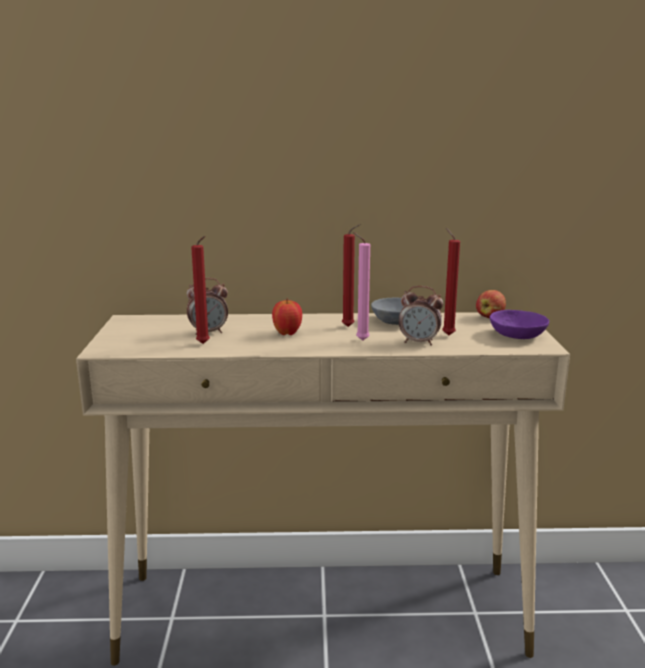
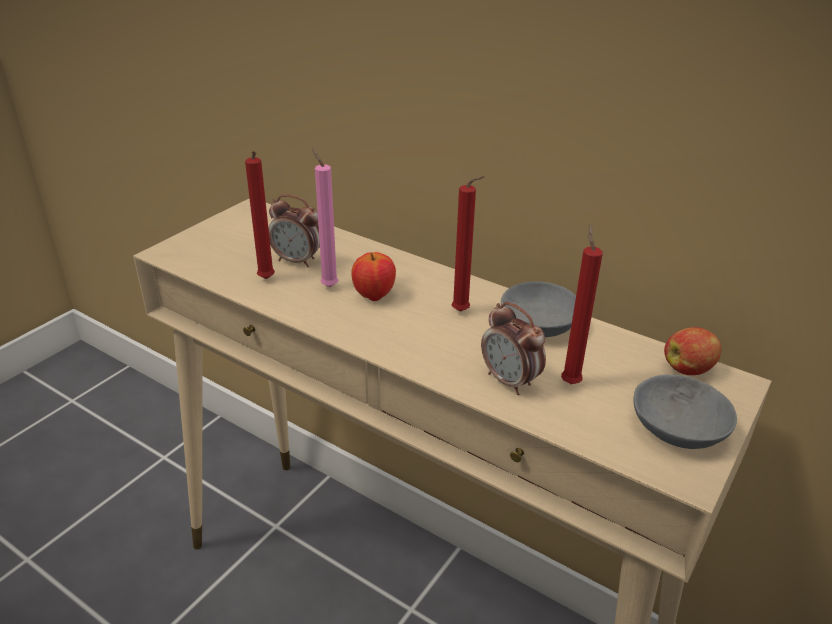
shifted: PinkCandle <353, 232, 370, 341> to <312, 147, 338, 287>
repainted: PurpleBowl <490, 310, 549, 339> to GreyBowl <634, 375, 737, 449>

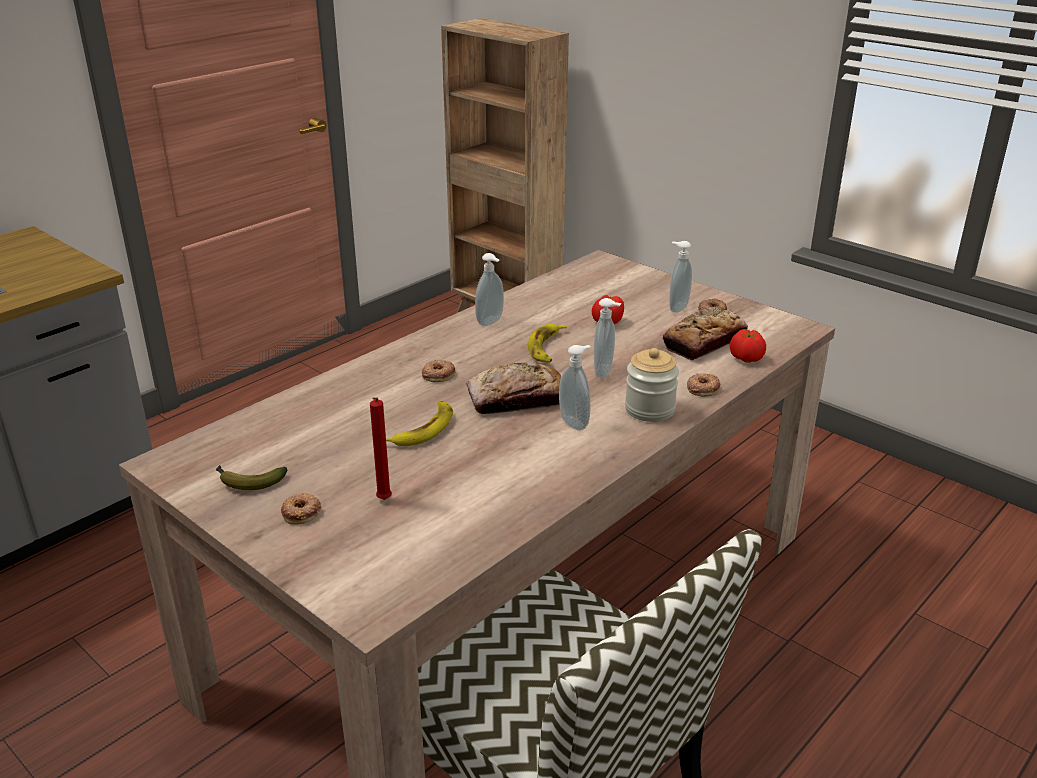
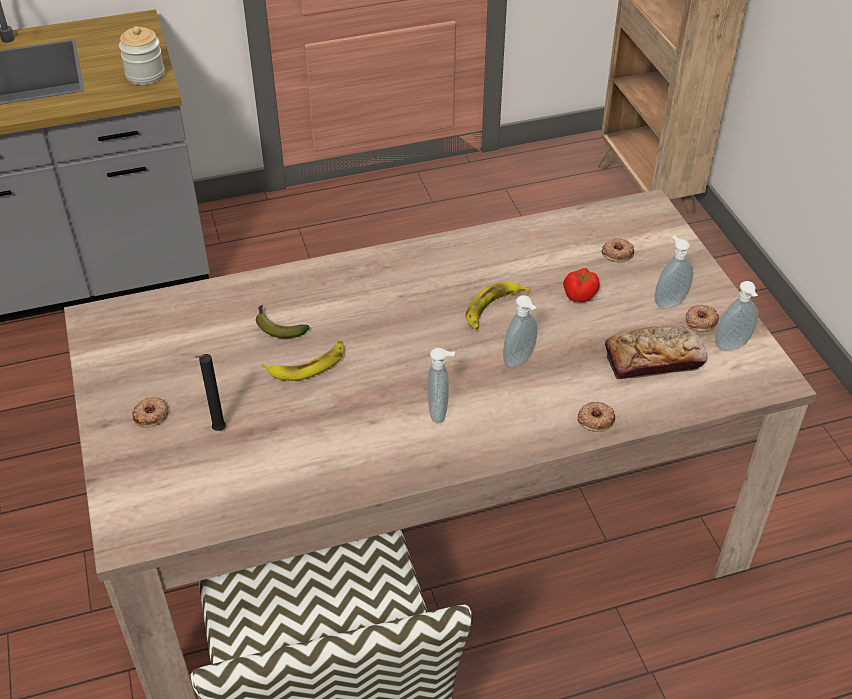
gone: Bread <466, 362, 561, 414>; Tomato <730, 329, 766, 363>
shifted: Banana <216, 465, 288, 490> to <256, 305, 309, 339>; Donut <422, 360, 455, 382> to <602, 238, 634, 262>; SoapDispenser <475, 253, 504, 326> to <715, 281, 758, 351>; Jar <625, 348, 679, 422> to <119, 26, 165, 85>
repainted: RedCandle <370, 397, 392, 500> to BlackCandle <195, 354, 226, 431>

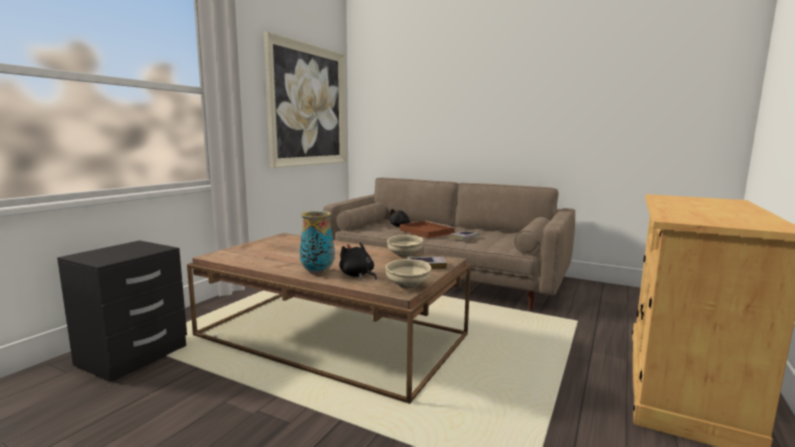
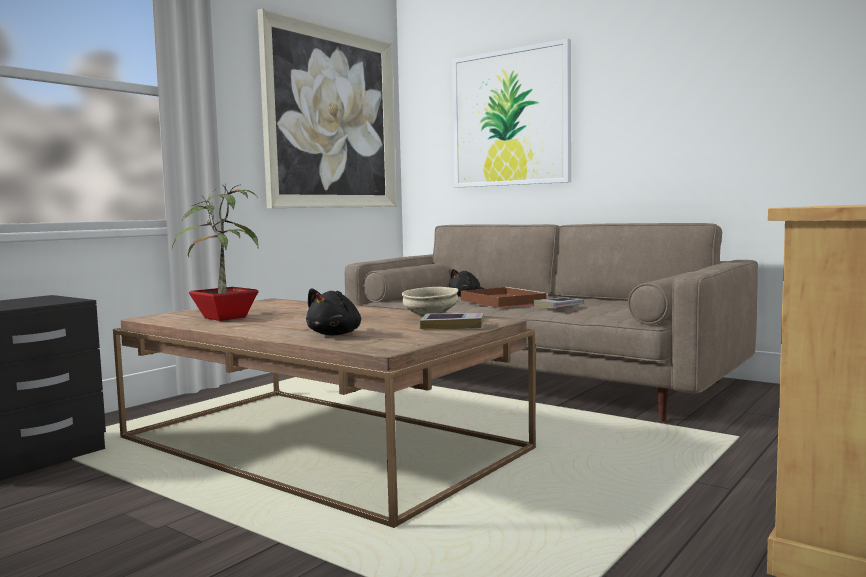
gone: Vase <299, 211, 335, 275>; BeigeBowl <385, 259, 431, 289>
new: PottedPlant <172, 184, 259, 321>; Picture <452, 38, 571, 187>
rotated: BlackPlushToy <339, 242, 377, 280> = <306, 289, 361, 335> 120 degrees counterclockwise

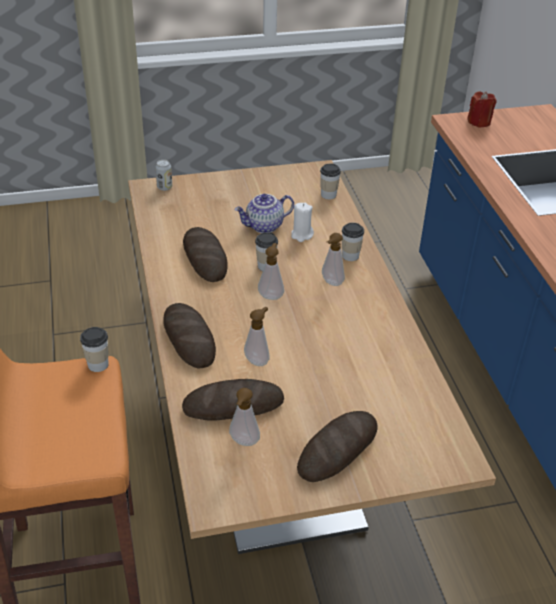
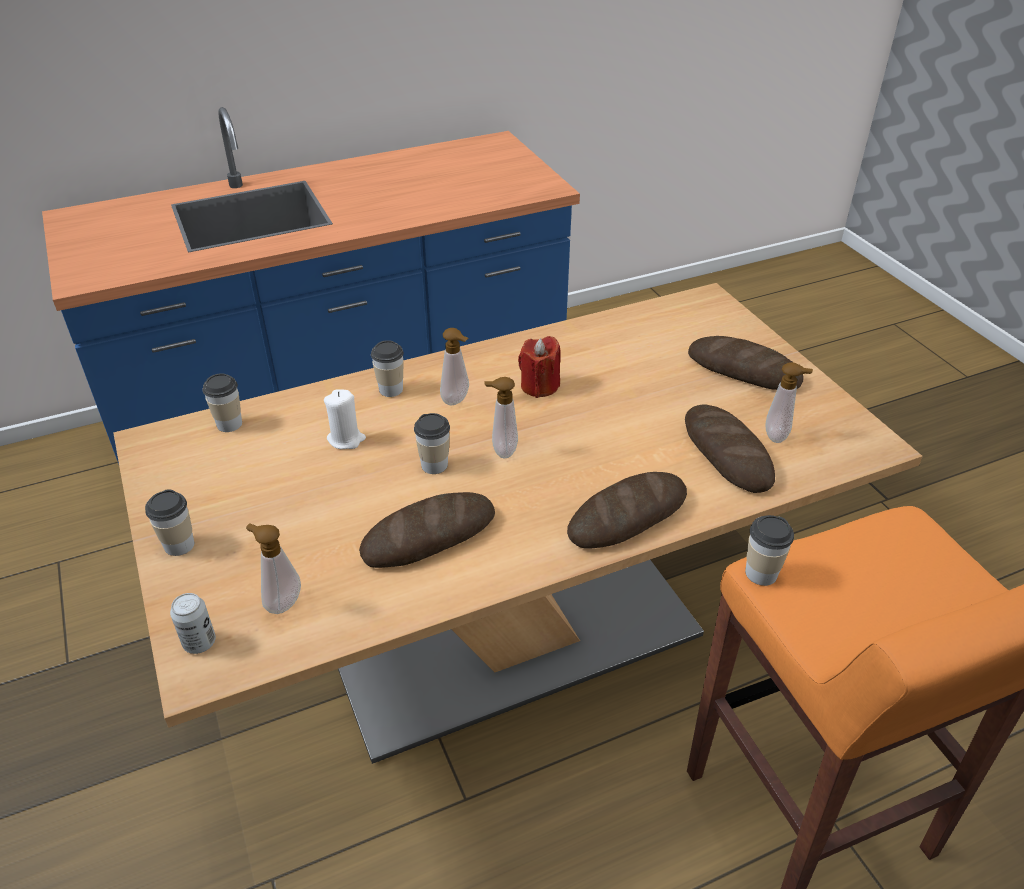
gone: Teapot <234, 194, 294, 233>
new: Cup <145, 489, 194, 556>
shifted: SoapDispenser <244, 307, 270, 366> to <246, 523, 301, 614>; RedCandle <467, 92, 497, 127> to <518, 336, 561, 398>

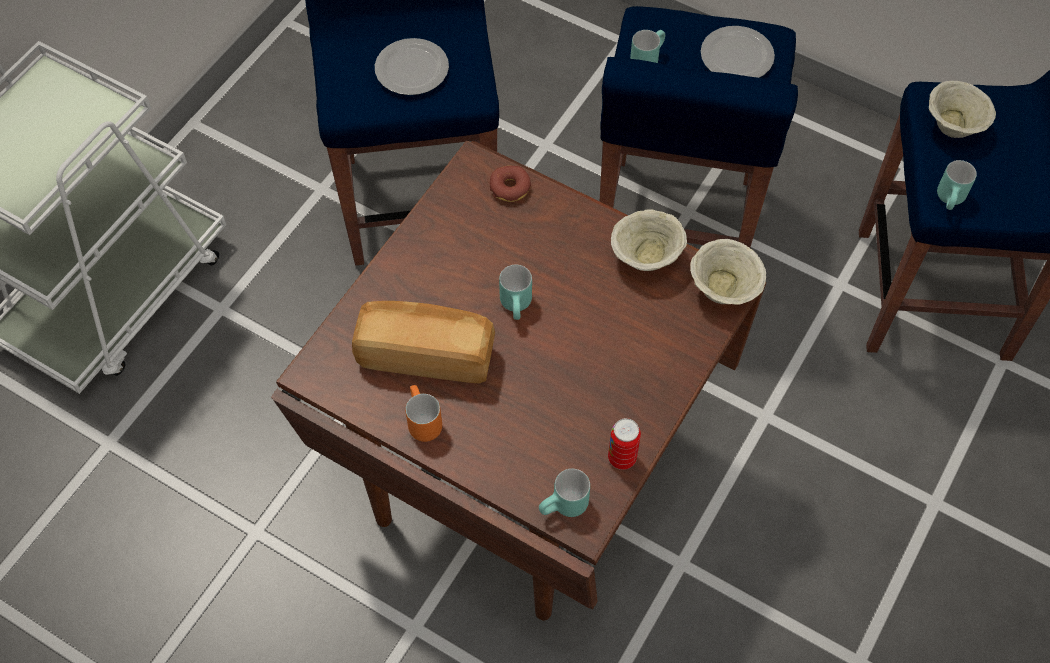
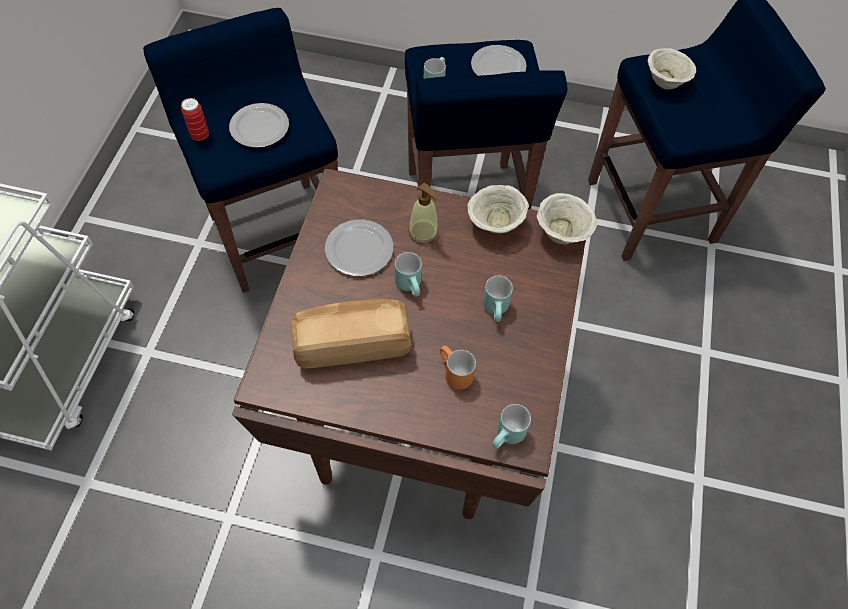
gone: Donut <490, 166, 532, 202>
new: Plate <325, 220, 393, 276>; SoapDispenser <408, 183, 439, 244>
shifted: OrangeMug <406, 385, 442, 442> to <440, 346, 476, 390>; Can <608, 418, 641, 470> to <181, 98, 209, 141>; TurquoiseMug <937, 160, 977, 210> to <483, 275, 513, 322>

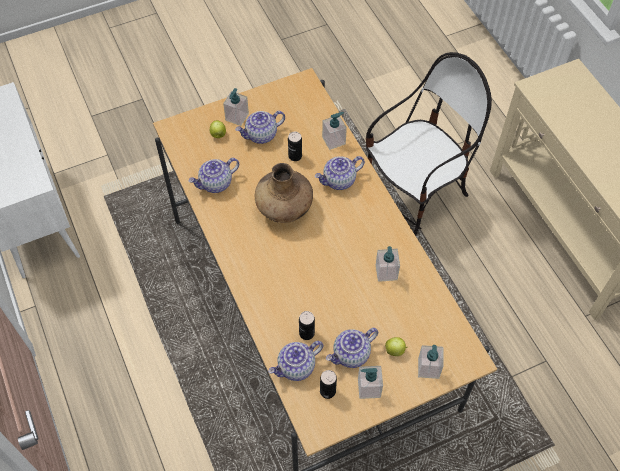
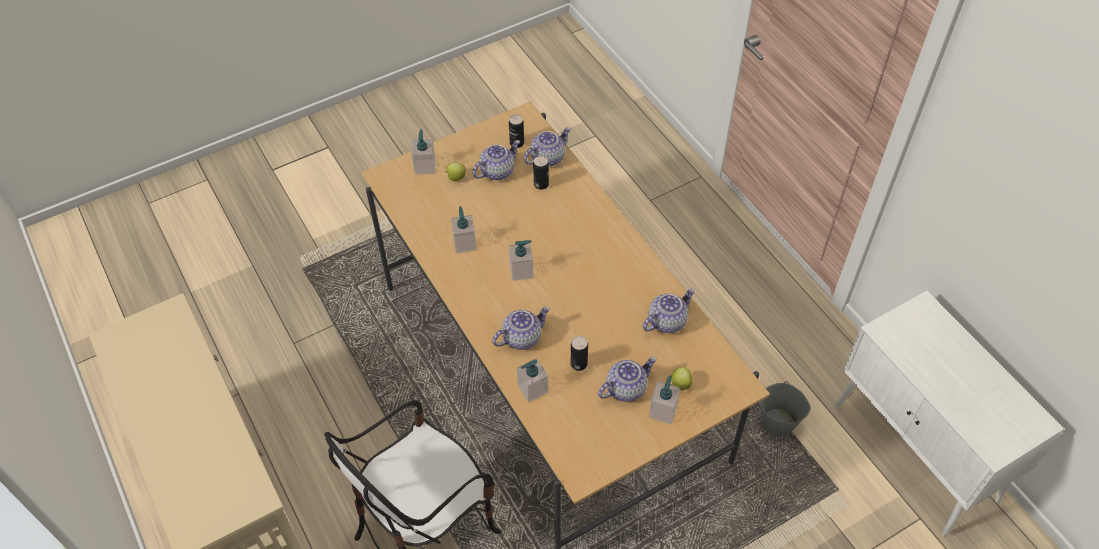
gone: BrownVase <255, 163, 313, 223>
new: GreyBucket <759, 381, 811, 436>
shifted: SoapDispenser <358, 366, 383, 399> to <509, 240, 534, 281>

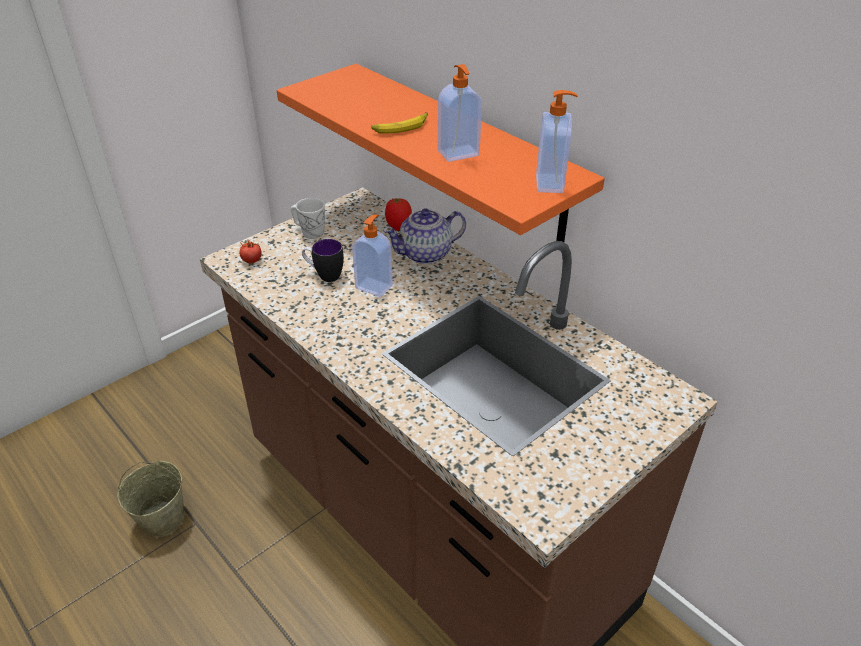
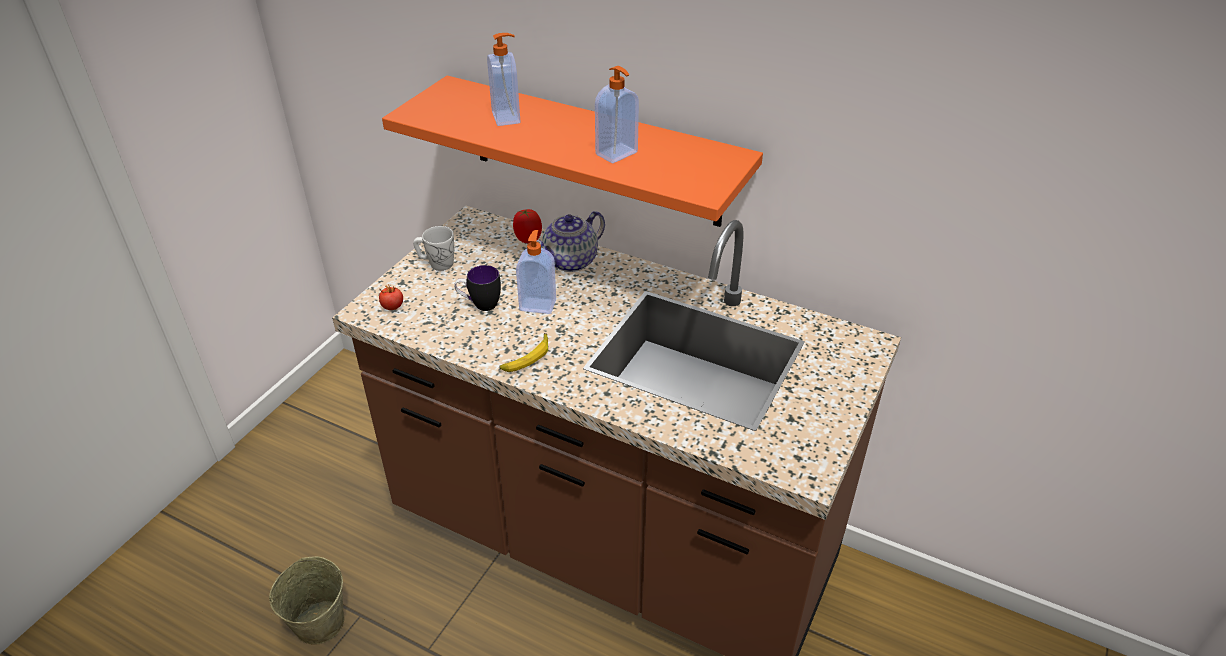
shifted: Banana <371, 112, 428, 134> to <500, 333, 548, 372>; SoapDispenser <536, 90, 578, 193> to <487, 33, 520, 126>

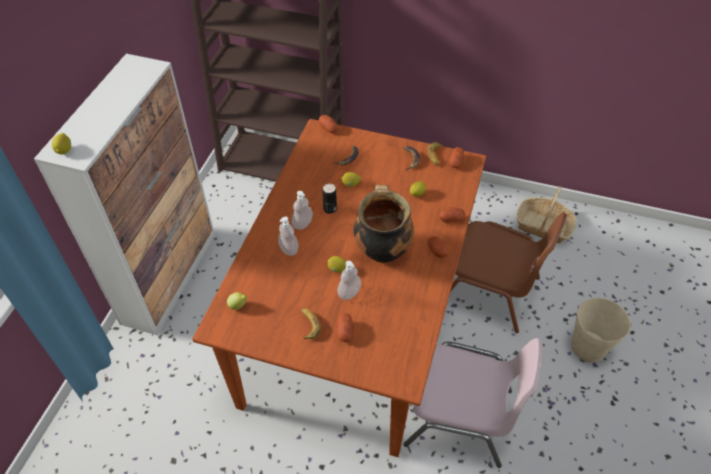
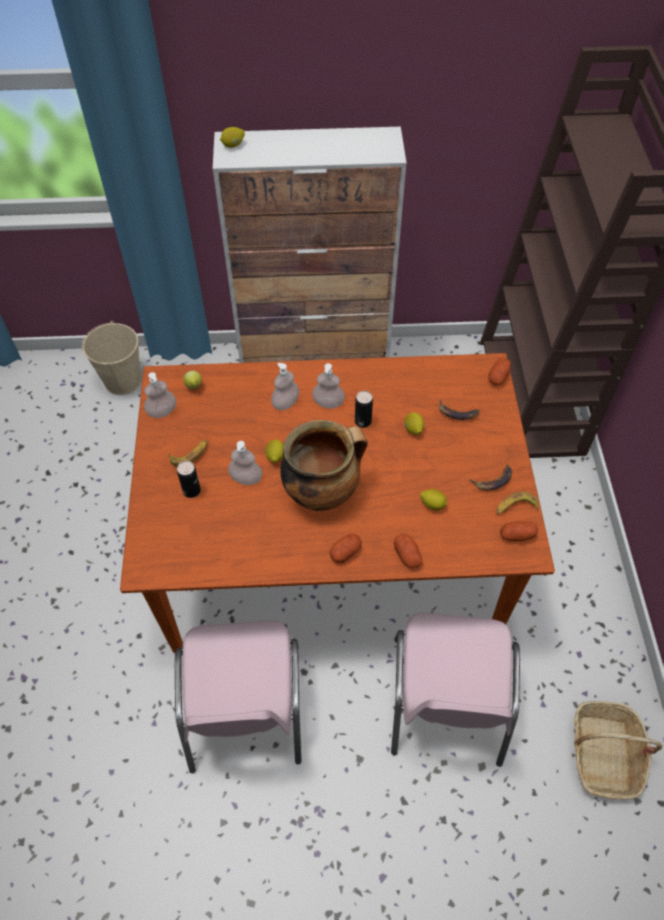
new: SoapDispenser <144, 372, 176, 418>
shifted: BeigeBucket <571, 298, 632, 363> to <82, 321, 141, 395>
swapped: Potato <336, 313, 354, 342> to Can <177, 461, 201, 498>
repainted: BrownChair <450, 212, 567, 333> to PinkChair <391, 612, 520, 767>

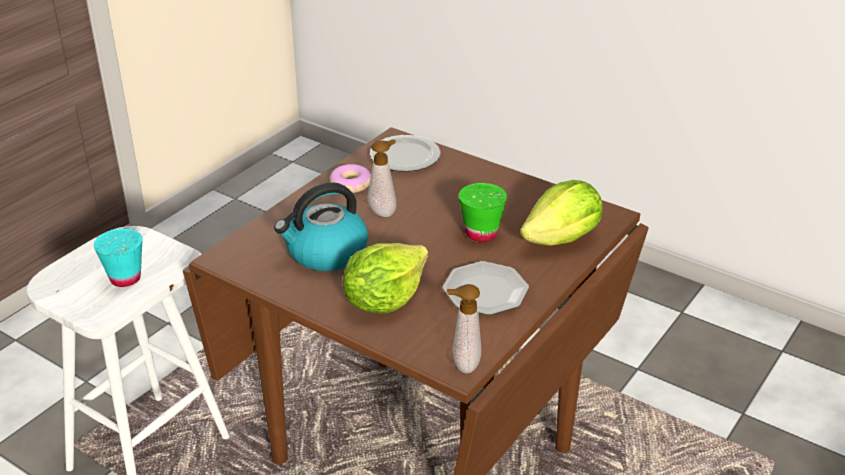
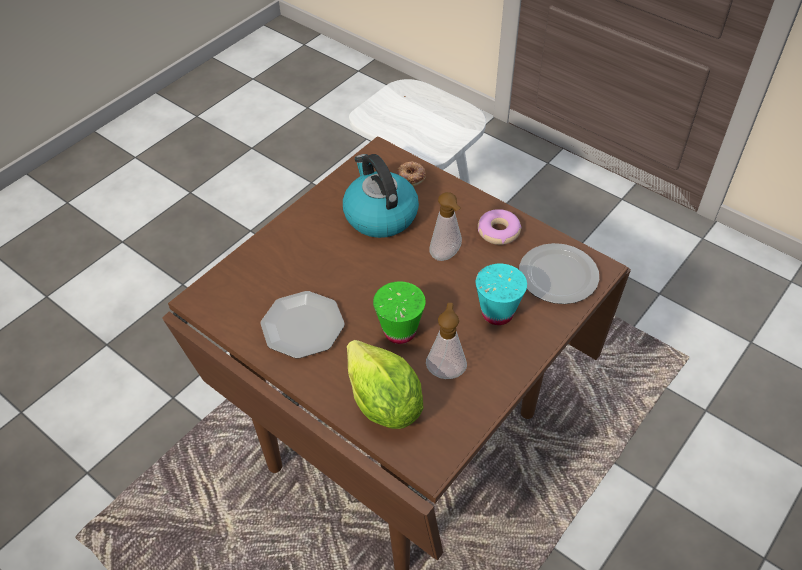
gone: Lettuce <342, 243, 428, 314>
new: Donut <397, 162, 426, 186>
shifted: TurquoiseCup <94, 229, 143, 287> to <476, 264, 527, 325>; SoapDispenser <447, 284, 481, 374> to <426, 303, 467, 379>

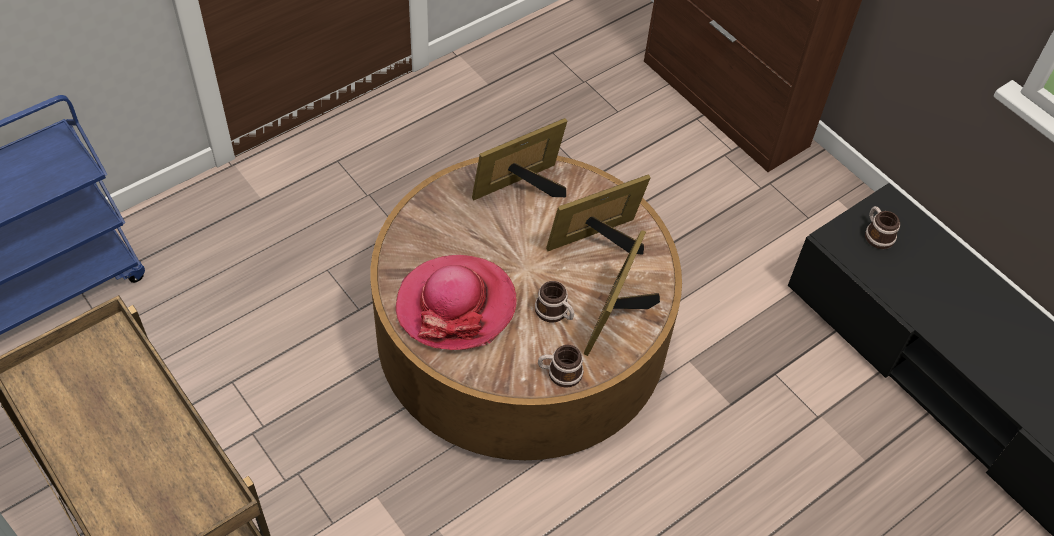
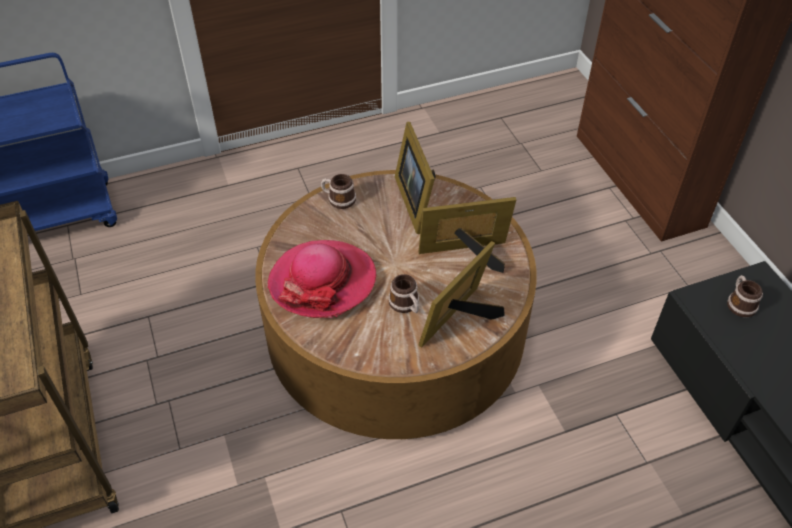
shifted: Mug <538, 345, 584, 387> to <321, 174, 356, 209>
rotated: PictureFrame <472, 118, 567, 201> = <395, 122, 436, 234> 90 degrees counterclockwise

